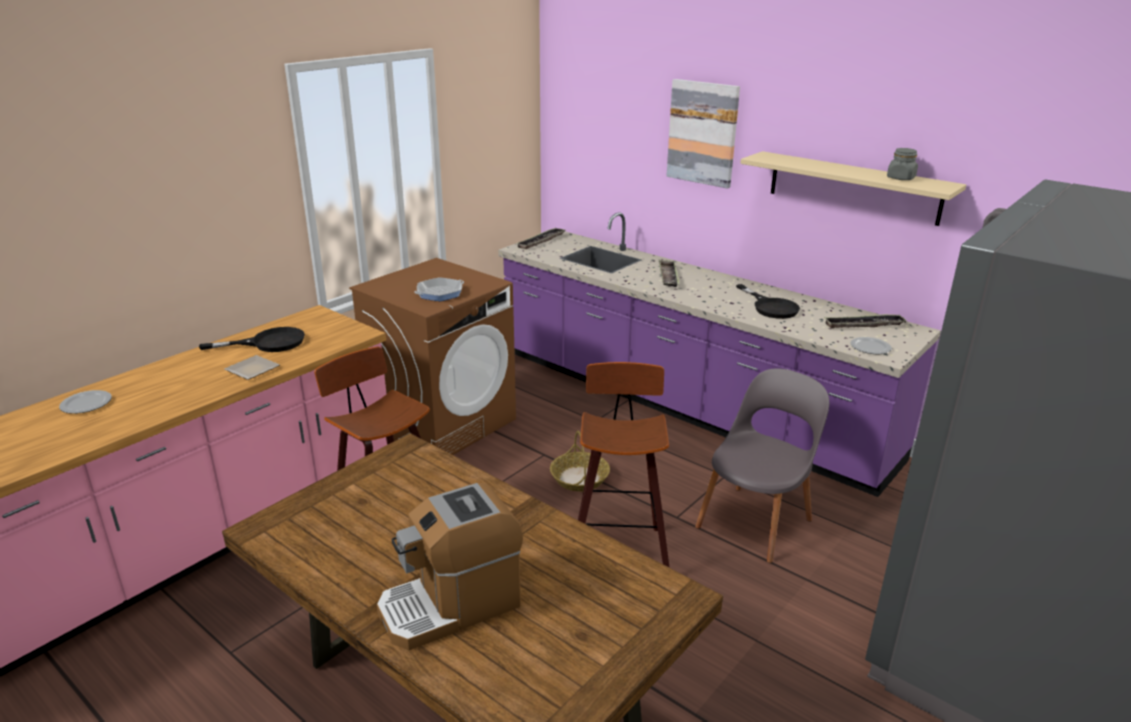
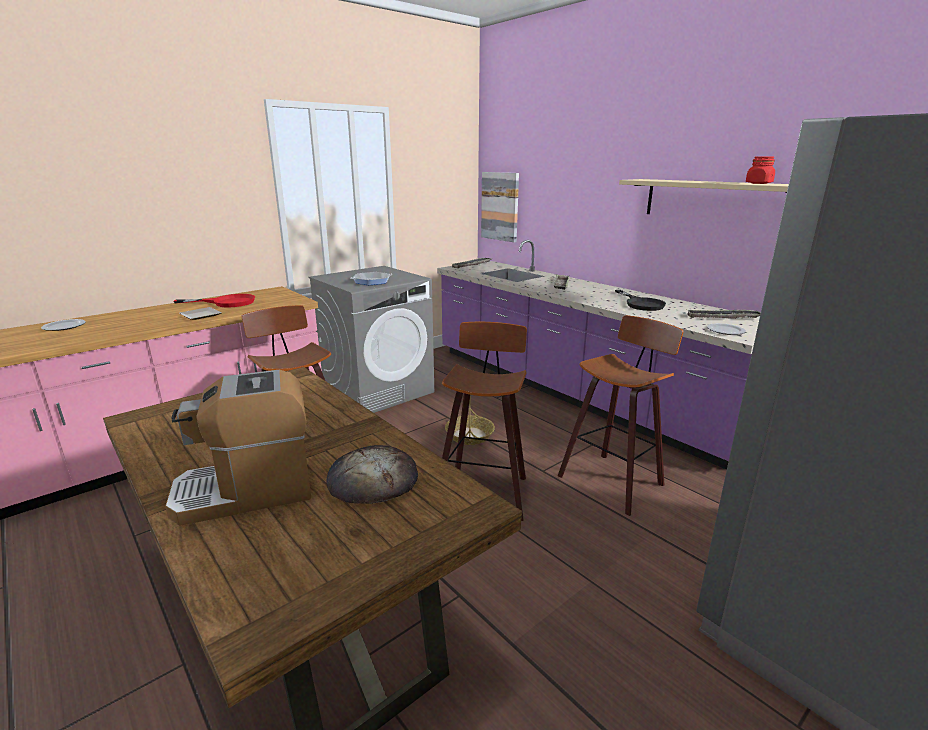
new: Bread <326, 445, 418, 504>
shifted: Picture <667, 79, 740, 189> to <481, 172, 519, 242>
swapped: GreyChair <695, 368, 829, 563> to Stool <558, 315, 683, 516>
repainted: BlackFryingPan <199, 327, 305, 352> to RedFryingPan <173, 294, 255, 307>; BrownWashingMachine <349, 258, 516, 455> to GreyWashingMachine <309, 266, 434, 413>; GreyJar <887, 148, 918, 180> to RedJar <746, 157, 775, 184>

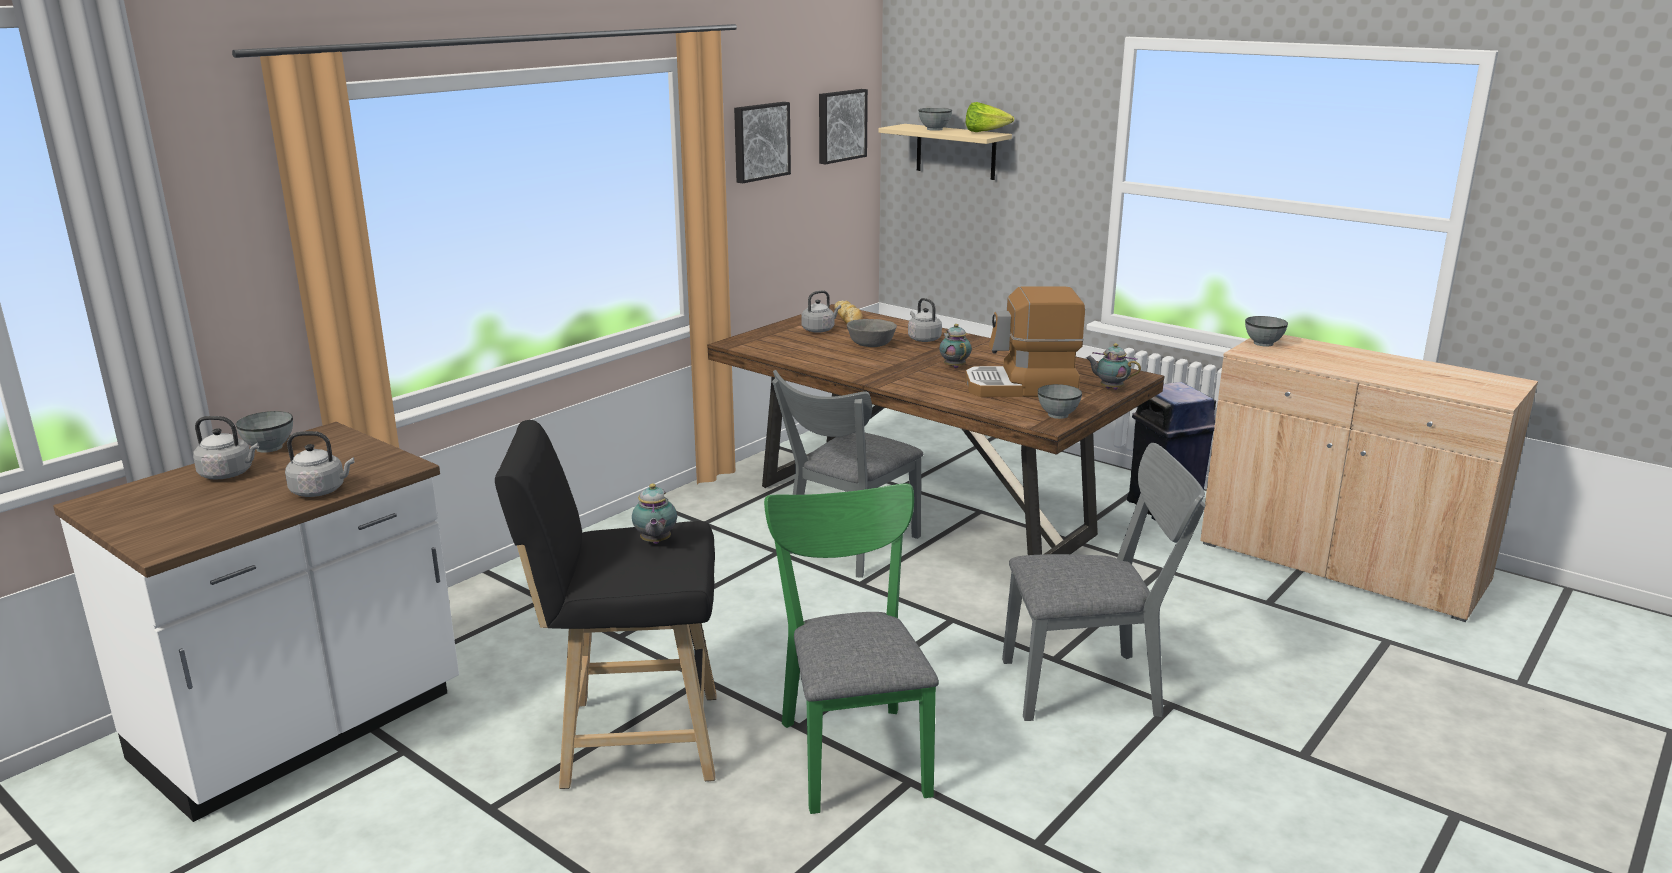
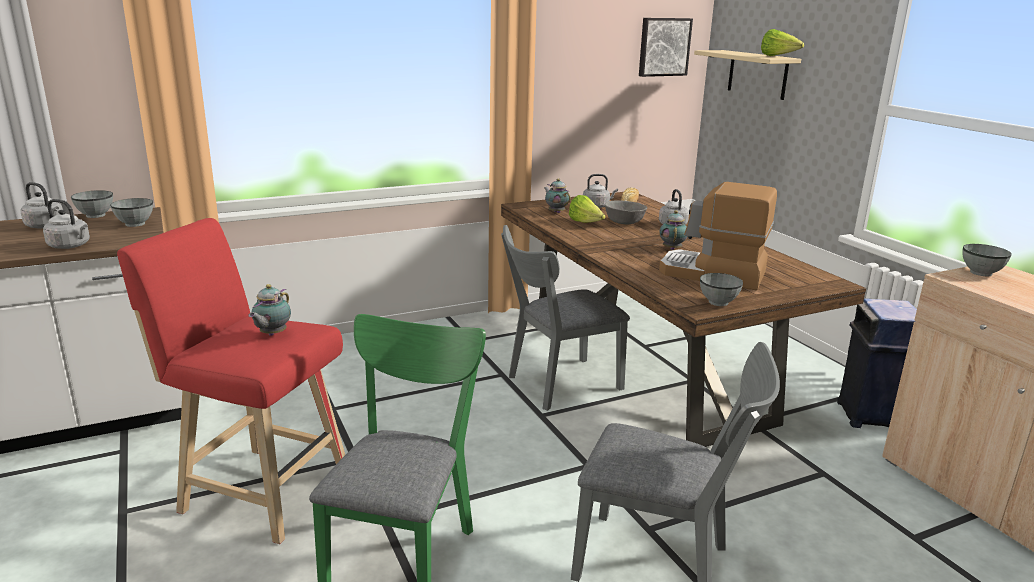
gone: Picture <734, 102, 791, 183>
new: Lettuce <569, 195, 606, 223>
shifted: GreyBowl <919, 108, 952, 131> to <110, 198, 153, 227>; Teapot <1086, 343, 1141, 390> to <544, 178, 571, 213>
repainted: BlackStool <495, 420, 717, 789> to RedStool <117, 218, 345, 544>

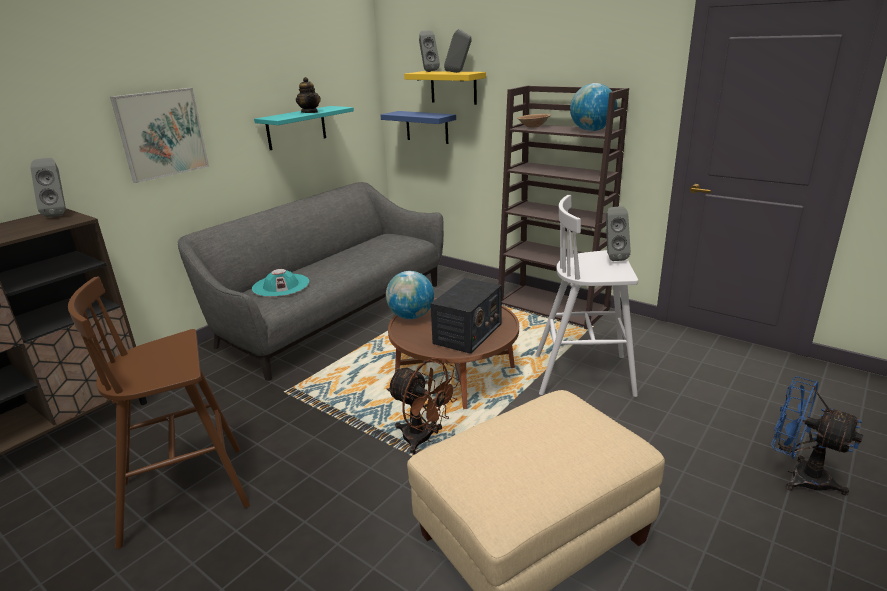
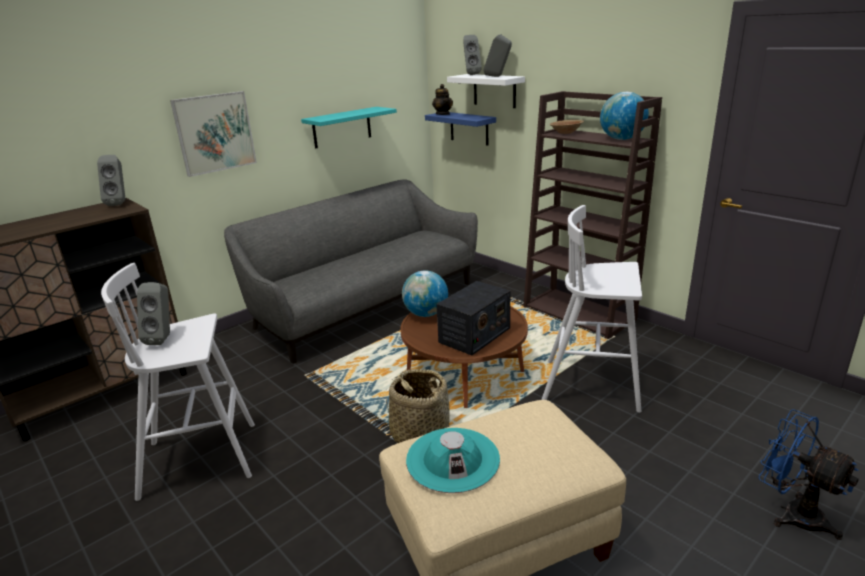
shifted: TurquoiseHat <252, 269, 309, 297> to <406, 428, 500, 493>; Teapot <296, 77, 321, 113> to <432, 84, 453, 115>; GreySpeaker <606, 207, 631, 261> to <137, 282, 170, 345>
swapped: BrownFan <386, 358, 460, 454> to Basket <386, 369, 450, 443>
repainted: BrownStool <68, 276, 250, 549> to WhiteStool <101, 263, 255, 501>; YellowShelf <404, 71, 486, 105> to WhiteShelf <447, 74, 525, 108>

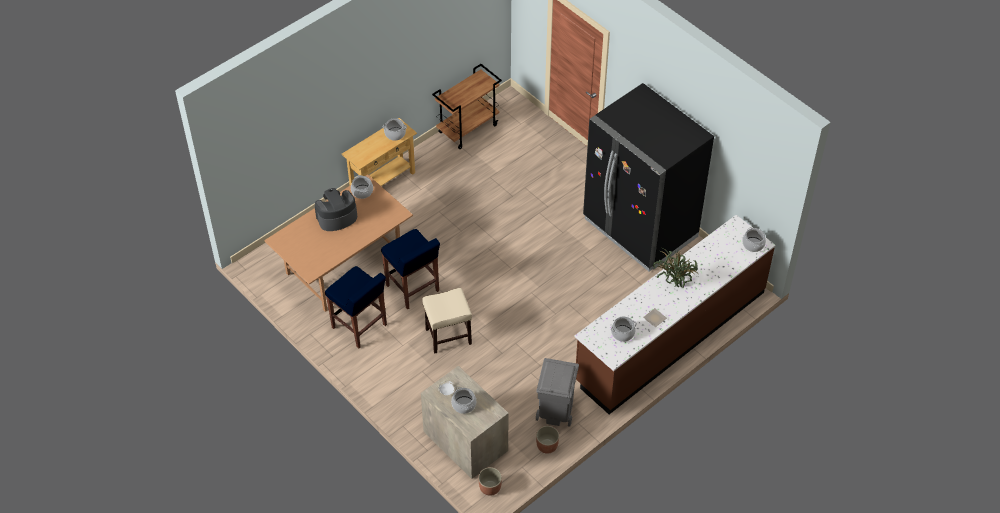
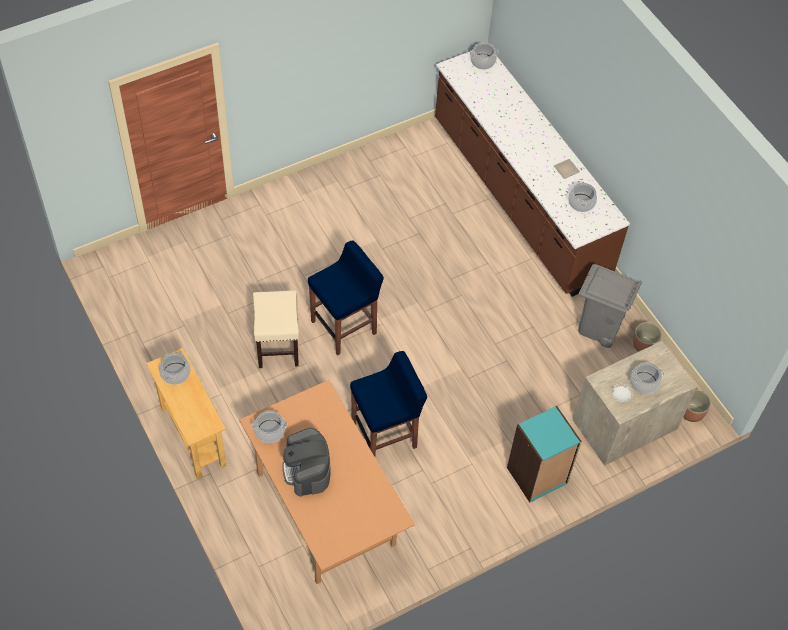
gone: BrownCart <432, 64, 502, 149>; BlackFridge <583, 83, 714, 272>; PottedPlant <653, 248, 697, 288>
new: TurquoiseBookcase <507, 406, 582, 503>
shifted: BlueStool <325, 266, 387, 349> to <308, 240, 384, 355>; BeigeStool <422, 288, 472, 354> to <253, 290, 299, 368>

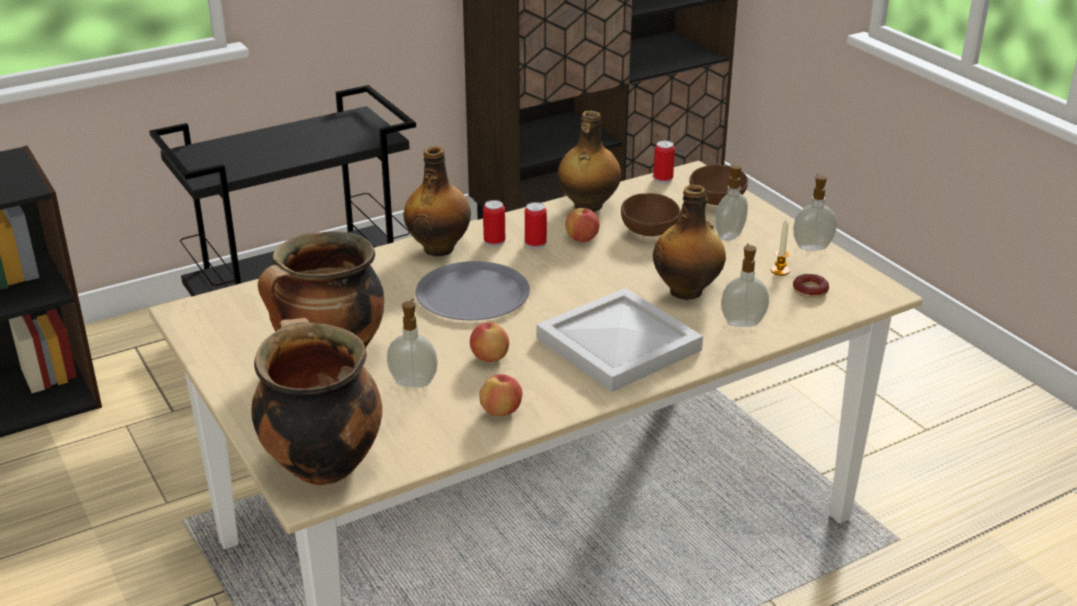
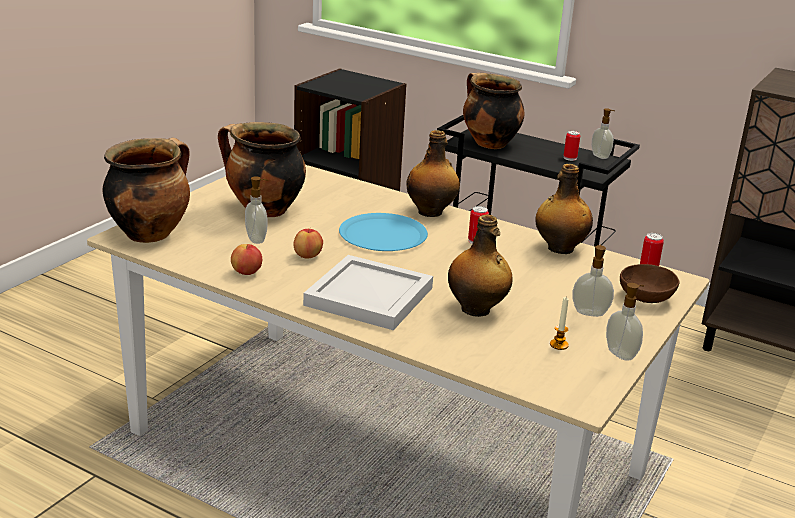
gone: Apple <565, 208, 599, 242>; BrownBowl <621, 193, 681, 236>; Donut <793, 274, 829, 298>
new: CookingPot <463, 73, 524, 149>
shifted: Can <483, 200, 505, 247> to <564, 131, 580, 161>; SoapDispenser <721, 243, 769, 327> to <592, 108, 614, 159>
repainted: GreyPlate <416, 261, 530, 320> to BluePlate <339, 213, 428, 251>

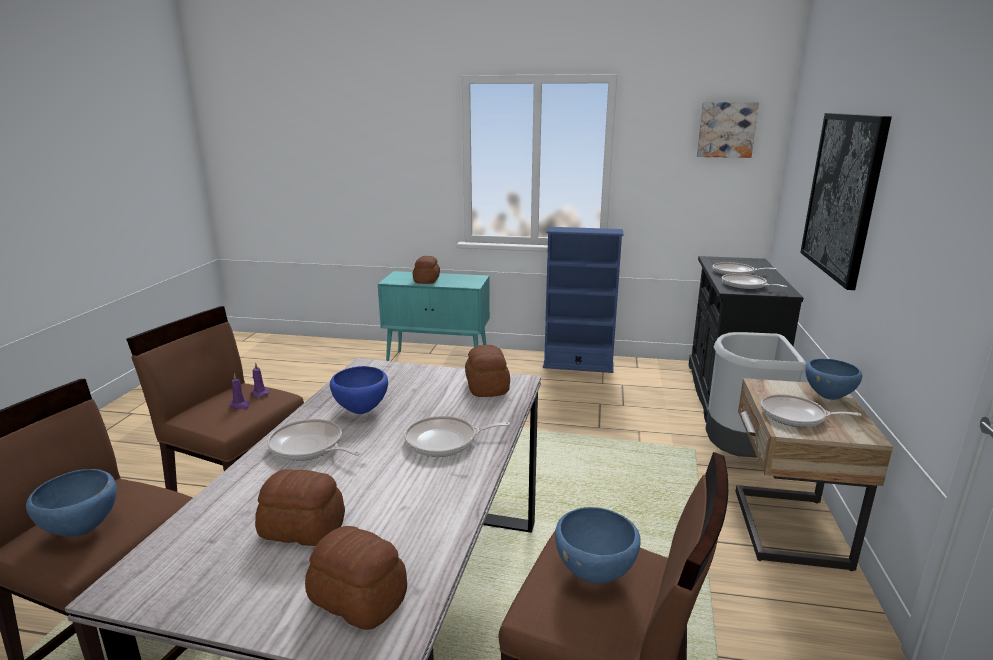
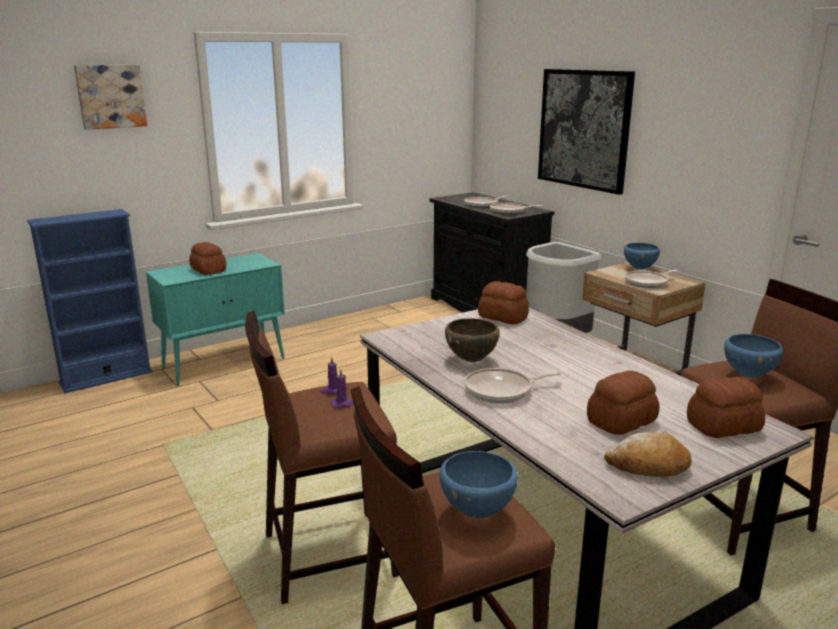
gone: FryingPan <404, 416, 510, 457>
new: Bread <604, 432, 692, 477>
shifted: BlueBookcase <543, 227, 623, 373> to <27, 209, 153, 393>; Picture <697, 102, 759, 158> to <74, 65, 147, 130>
repainted: BlueBowl <330, 366, 388, 414> to BrownBowl <445, 318, 500, 362>

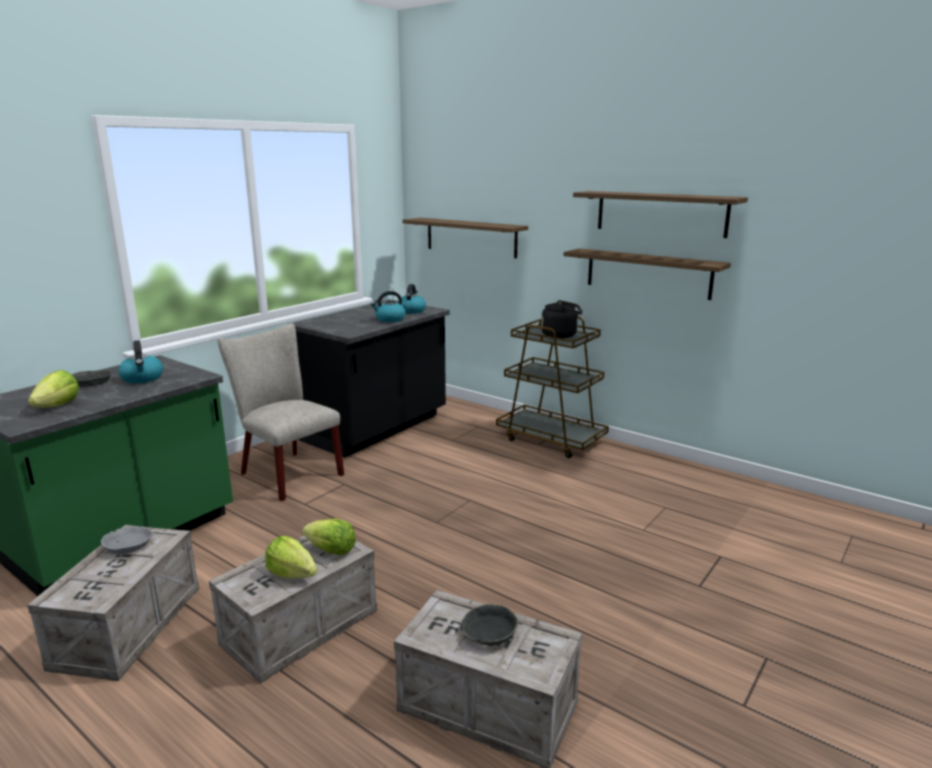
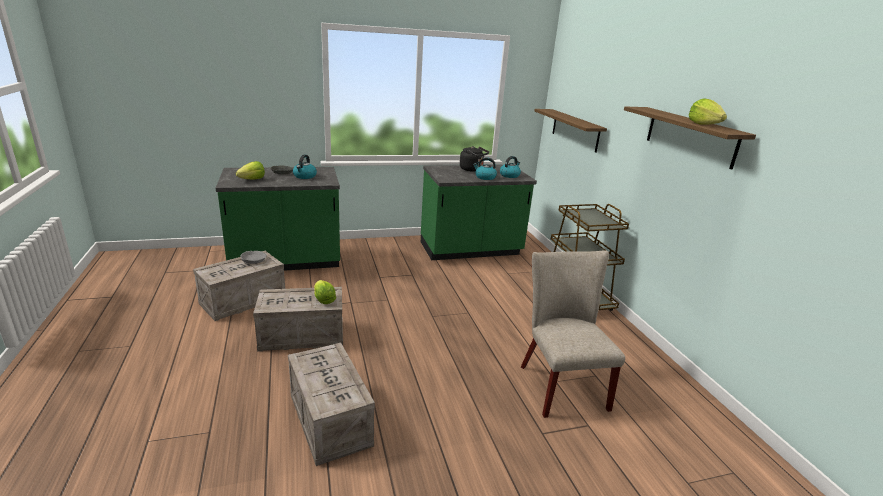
gone: GreyBowl <460, 604, 518, 646>; Shelf <563, 248, 731, 300>
shifted: BeigeChair <218, 323, 344, 501> to <521, 250, 625, 418>; Lettuce <265, 536, 317, 579> to <689, 98, 727, 124>; BlackKettle <541, 300, 582, 339> to <460, 146, 489, 172>
repainted: BlackCounter <289, 299, 449, 458> to GreenCounter <421, 165, 537, 260>

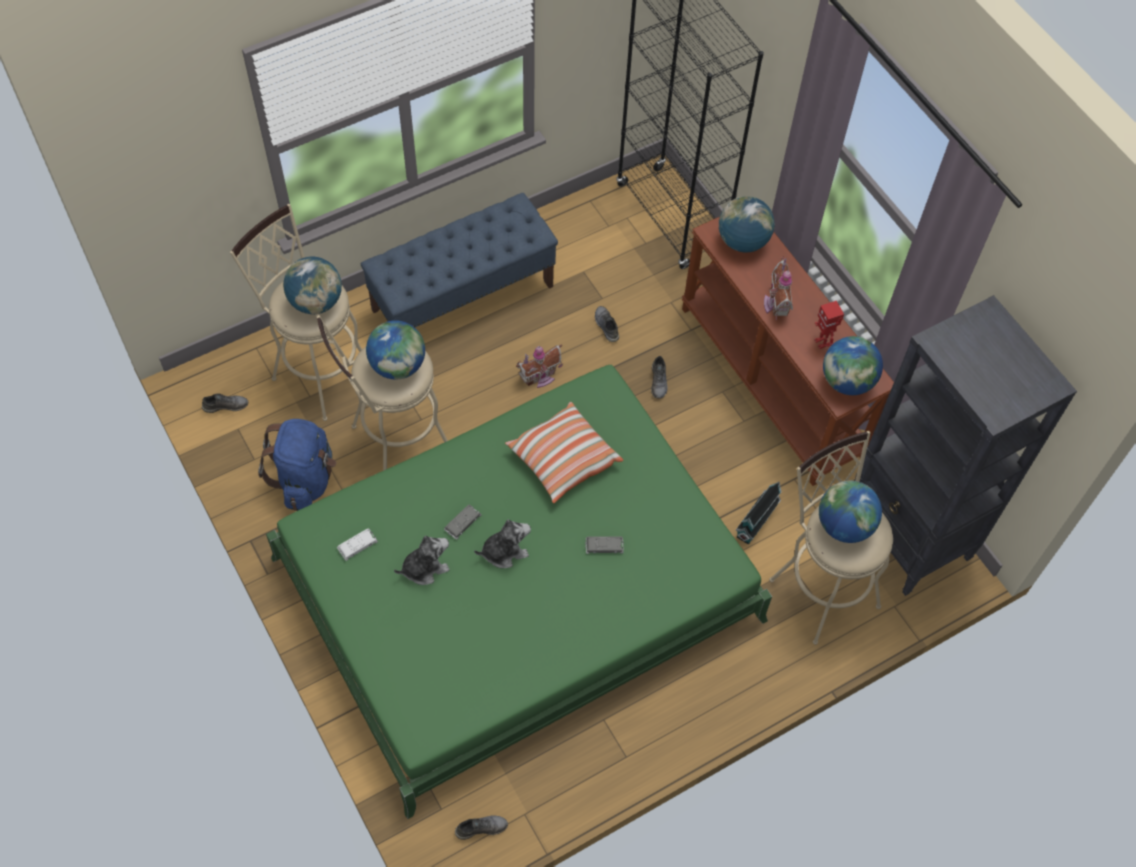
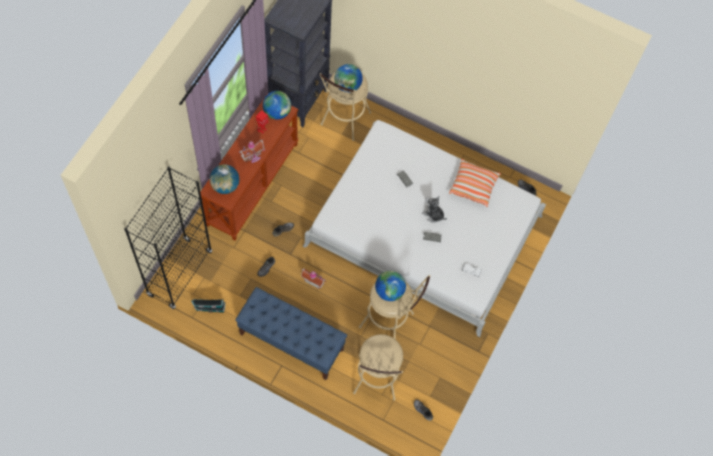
gone: BlueBackpack <258, 419, 336, 511>; Globe <283, 257, 342, 314>; PlushToy <394, 535, 450, 585>
shifted: Pillow <505, 402, 623, 503> to <449, 159, 501, 207>; ToyHouse <736, 481, 782, 545> to <191, 299, 225, 313>
repainted: GreenBed <266, 365, 772, 819> to WhiteBed <303, 120, 546, 337>

